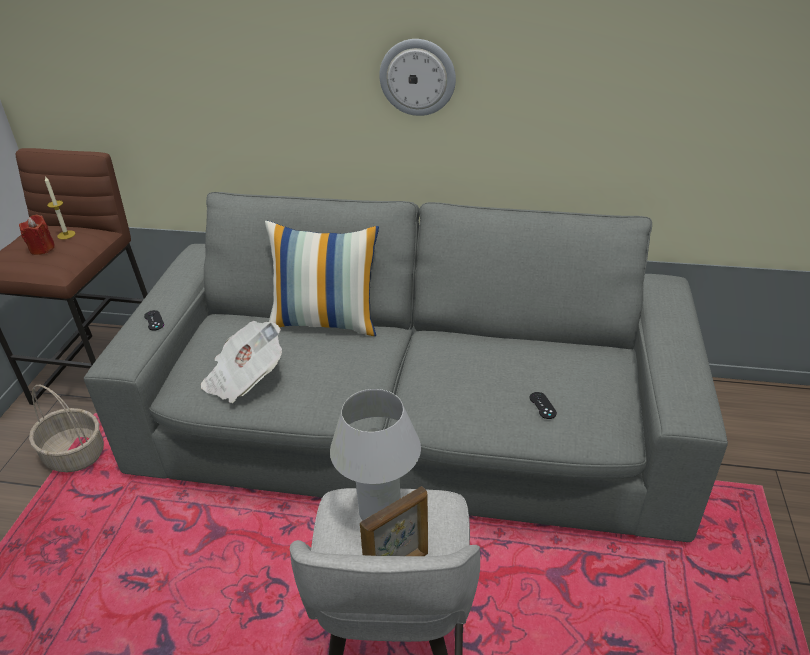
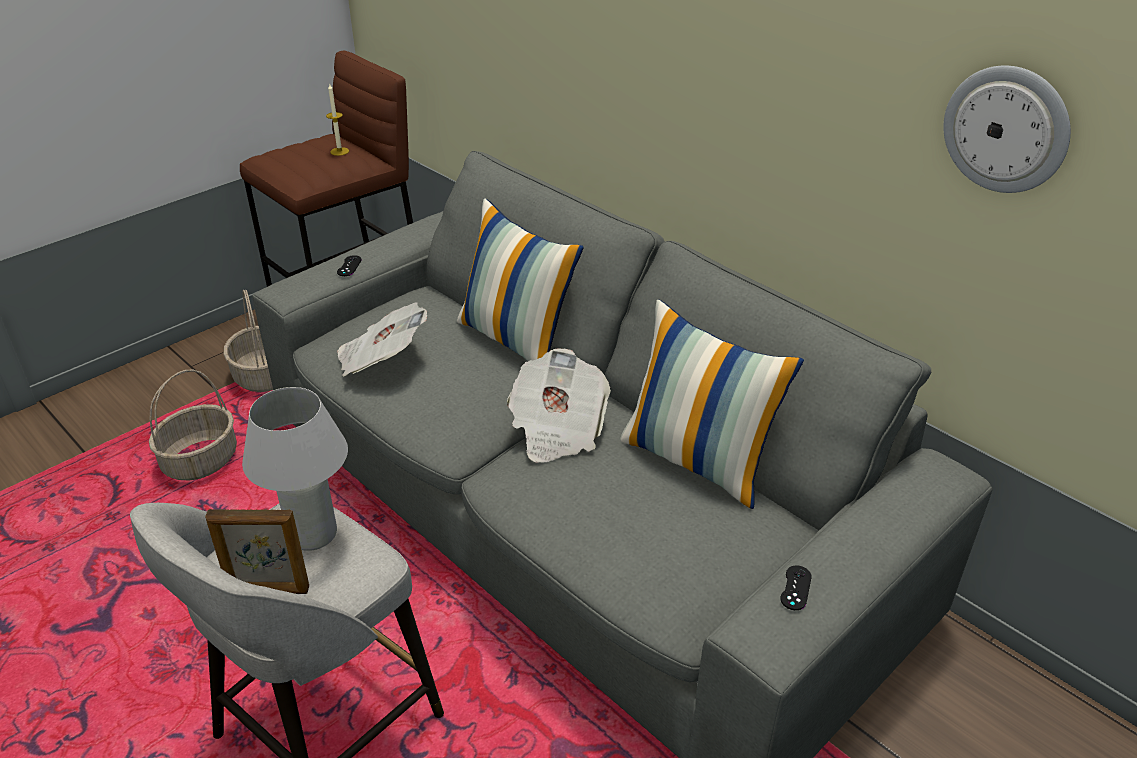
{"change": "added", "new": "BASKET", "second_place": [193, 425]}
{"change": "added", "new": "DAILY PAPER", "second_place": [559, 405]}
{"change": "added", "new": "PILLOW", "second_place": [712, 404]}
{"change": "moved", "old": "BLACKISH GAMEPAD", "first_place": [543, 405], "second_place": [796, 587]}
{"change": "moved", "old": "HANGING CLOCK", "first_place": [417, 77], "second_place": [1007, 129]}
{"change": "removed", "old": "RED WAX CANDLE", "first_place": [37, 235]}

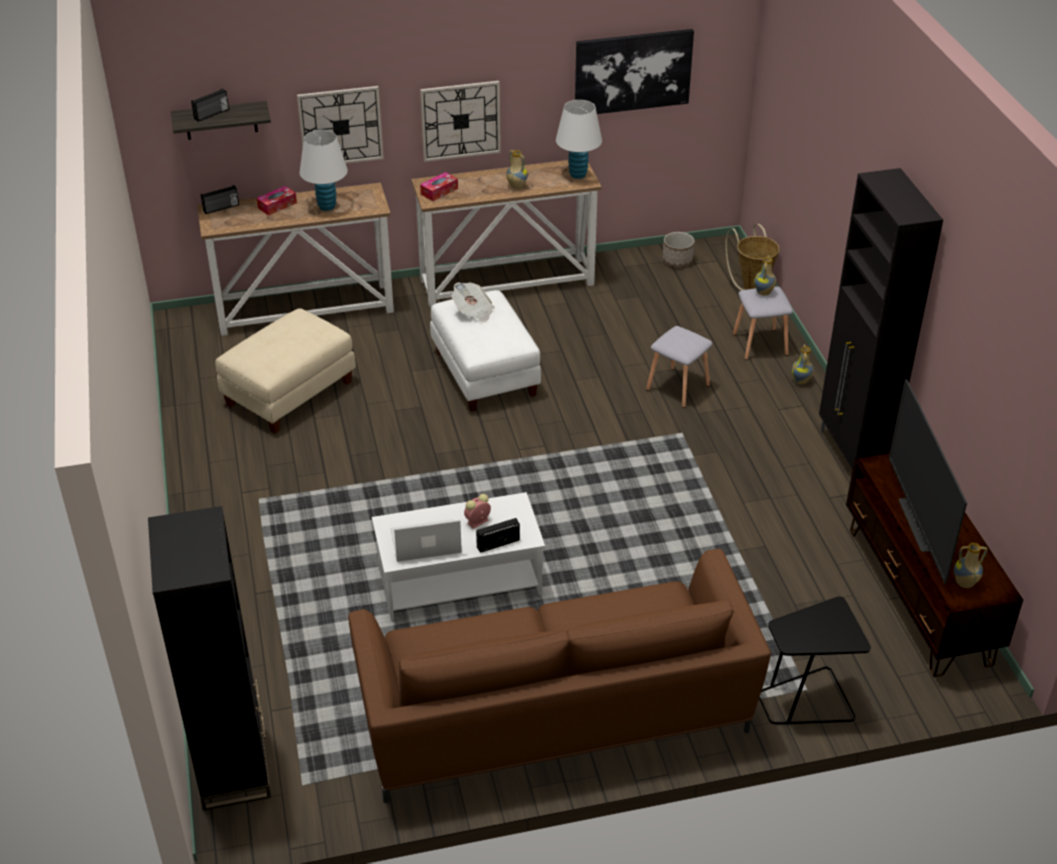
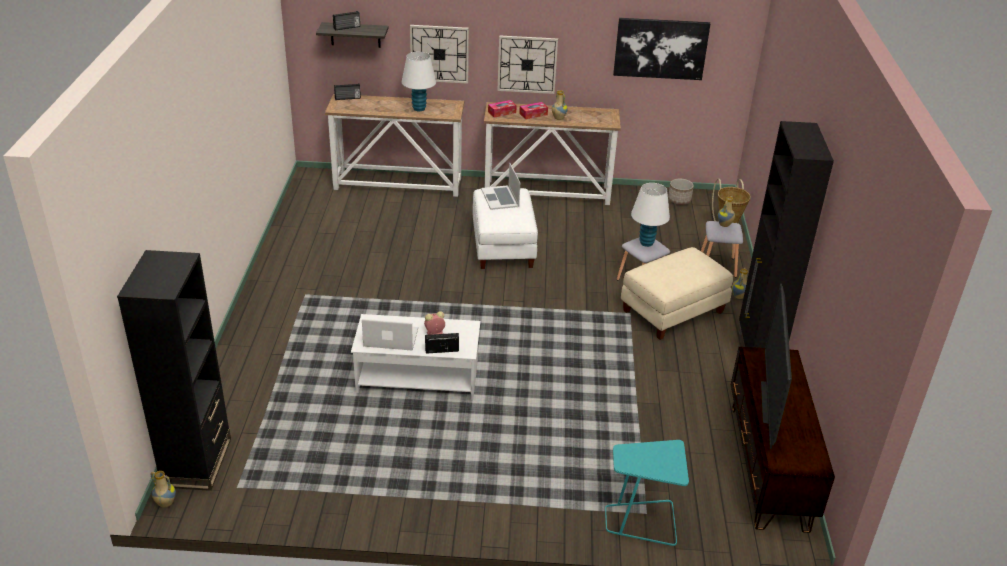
{"change": "moved", "old": "VASE", "first_place": [971, 565], "second_place": [163, 489]}
{"change": "replaced", "old": "DAILY PAPER", "new": "NOTEBOOK COMPUTER", "first_place": [473, 302], "second_place": [500, 186]}
{"change": "moved", "old": "TISSUE BOX", "first_place": [277, 201], "second_place": [533, 110]}
{"change": "recoloured", "old": "BLACKISH ACCENT TABLE", "new": "BLUE-GREEN ACCENT TABLE", "first_place": [815, 660], "second_place": [647, 493]}
{"change": "moved", "old": "BEIGE POUFFE", "first_place": [285, 371], "second_place": [677, 293]}
{"change": "moved", "old": "WHITE TABLE LAMP", "first_place": [579, 139], "second_place": [650, 215]}
{"change": "removed", "old": "BROWN-COLOURED COUCH", "first_place": [559, 676]}

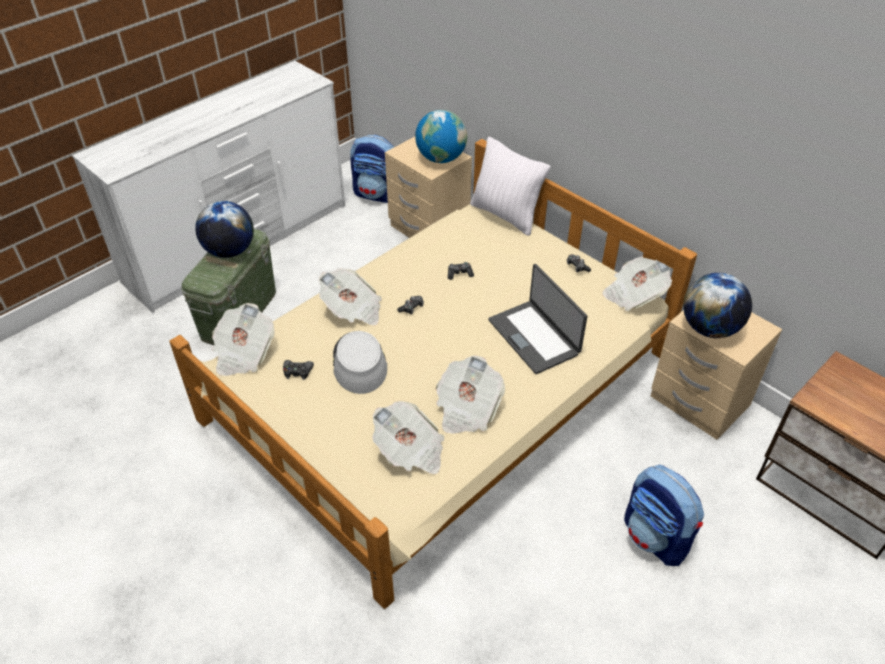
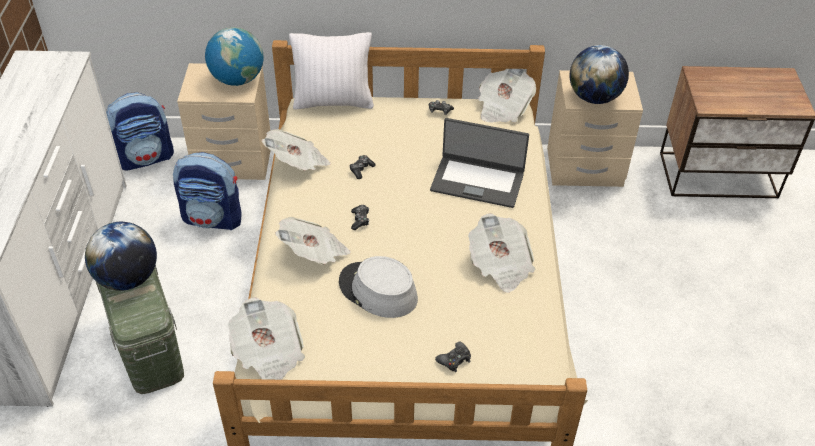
{"change": "moved", "old": "KNAPSACK", "first_place": [664, 515], "second_place": [207, 191]}
{"change": "moved", "old": "DAILY PAPER", "first_place": [408, 437], "second_place": [296, 150]}
{"change": "moved", "old": "BLACKISH GAMEPAD", "first_place": [298, 370], "second_place": [453, 356]}

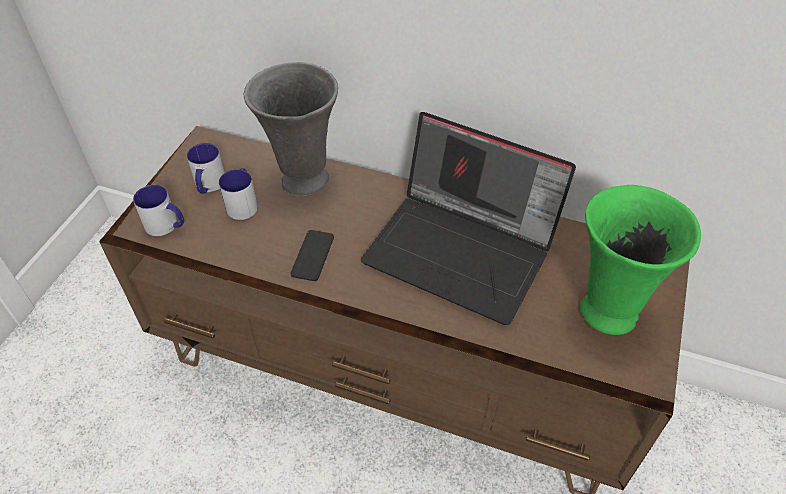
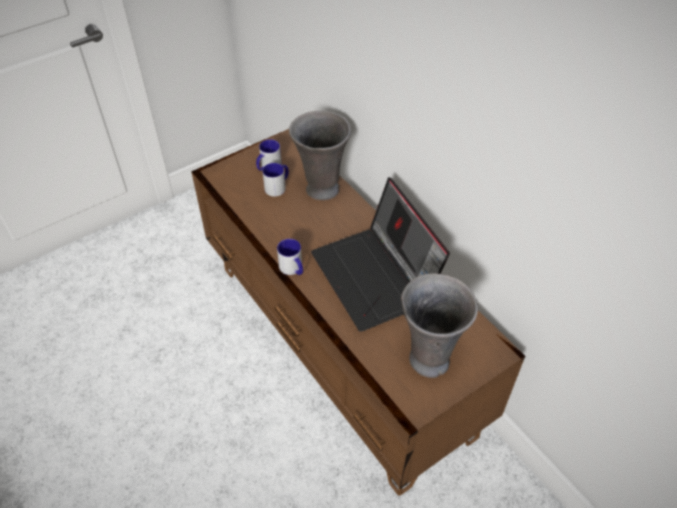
{"change": "moved", "old": "TEA MUG", "first_place": [158, 210], "second_place": [290, 257]}
{"change": "recoloured", "old": "GREEN VASE", "new": "GREYISH VASE", "first_place": [640, 260], "second_place": [439, 325]}
{"change": "removed", "old": "PHONE", "first_place": [312, 255]}

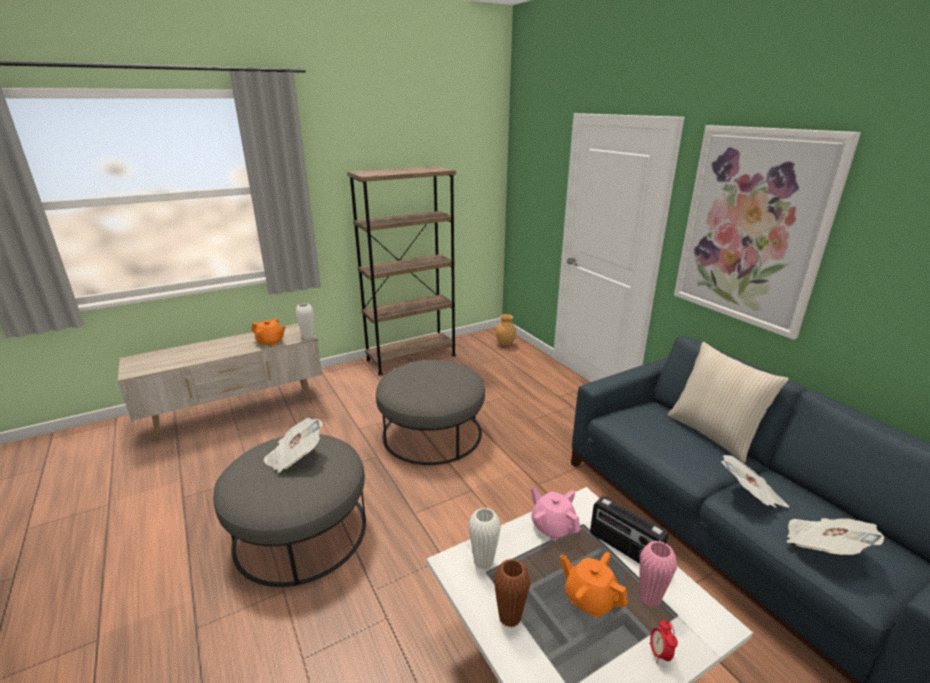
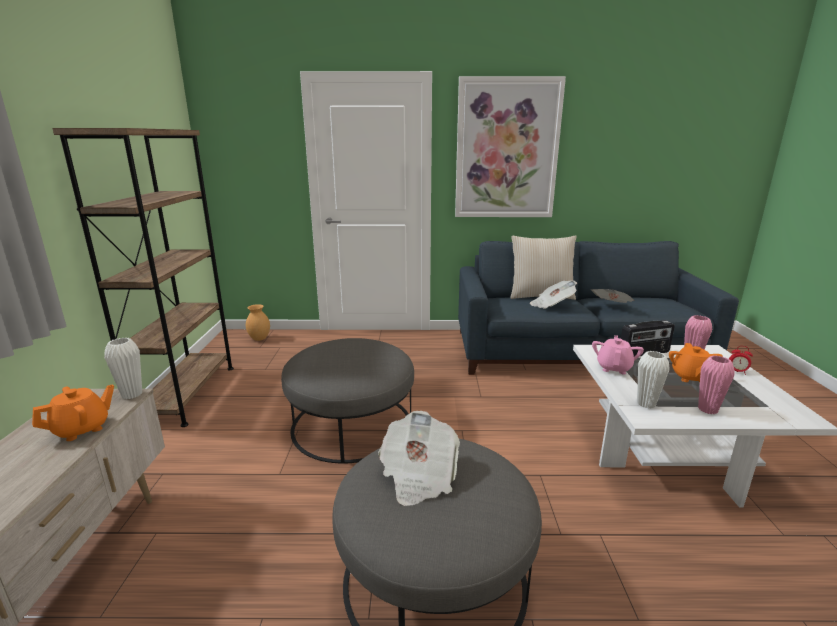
{"change": "moved", "old": "DAILY PAPER", "first_place": [835, 536], "second_place": [553, 294]}
{"change": "turned", "old": "PINKISH TEA POT", "first_place": [555, 514], "second_place": [618, 354], "degrees": 120}
{"change": "turned", "old": "ORANGE-COLOURED TEA POT", "first_place": [594, 585], "second_place": [696, 362], "degrees": -60}
{"change": "recoloured", "old": "BROWN-COLOURED VASE", "new": "PINKISH VASE", "first_place": [512, 593], "second_place": [716, 385]}

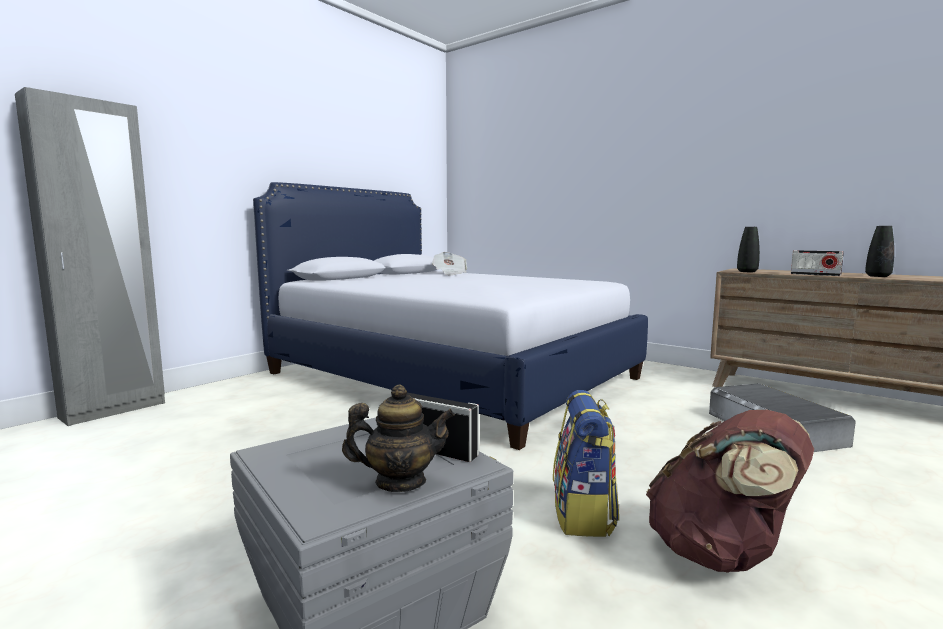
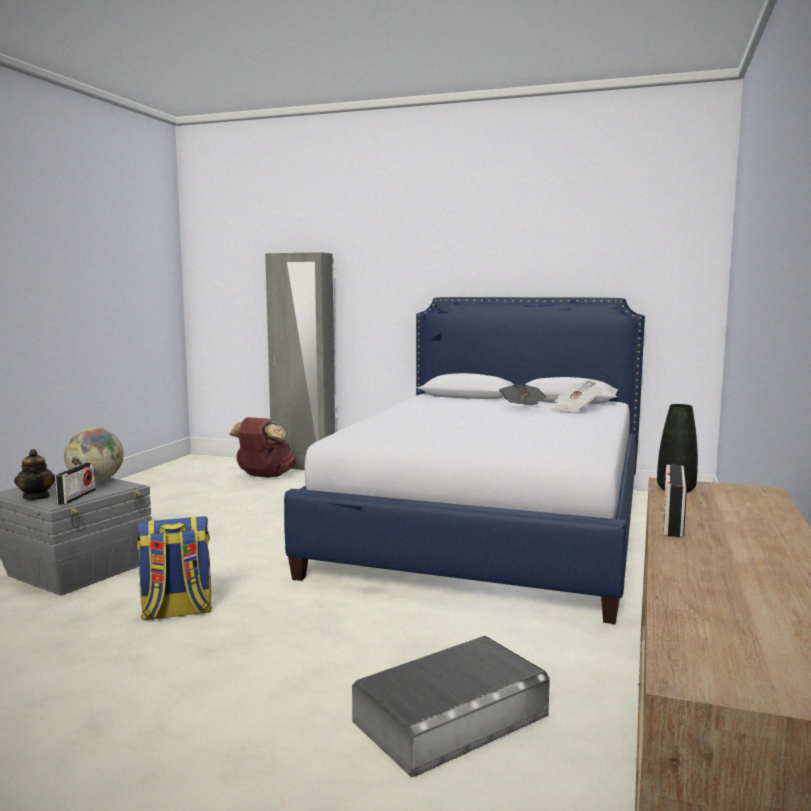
{"change": "added", "new": "GLOBE", "second_place": [94, 454]}
{"change": "moved", "old": "BROWN-COLOURED KNAPSACK", "first_place": [730, 491], "second_place": [262, 447]}
{"change": "added", "new": "DAILY PAPER", "second_place": [522, 394]}
{"change": "removed", "old": "BLACKISH VASE", "first_place": [879, 251]}

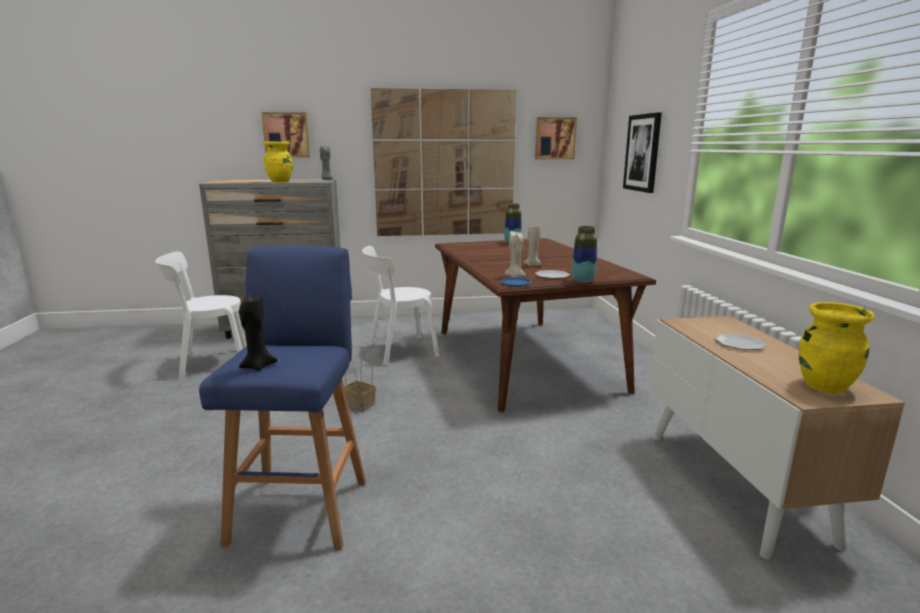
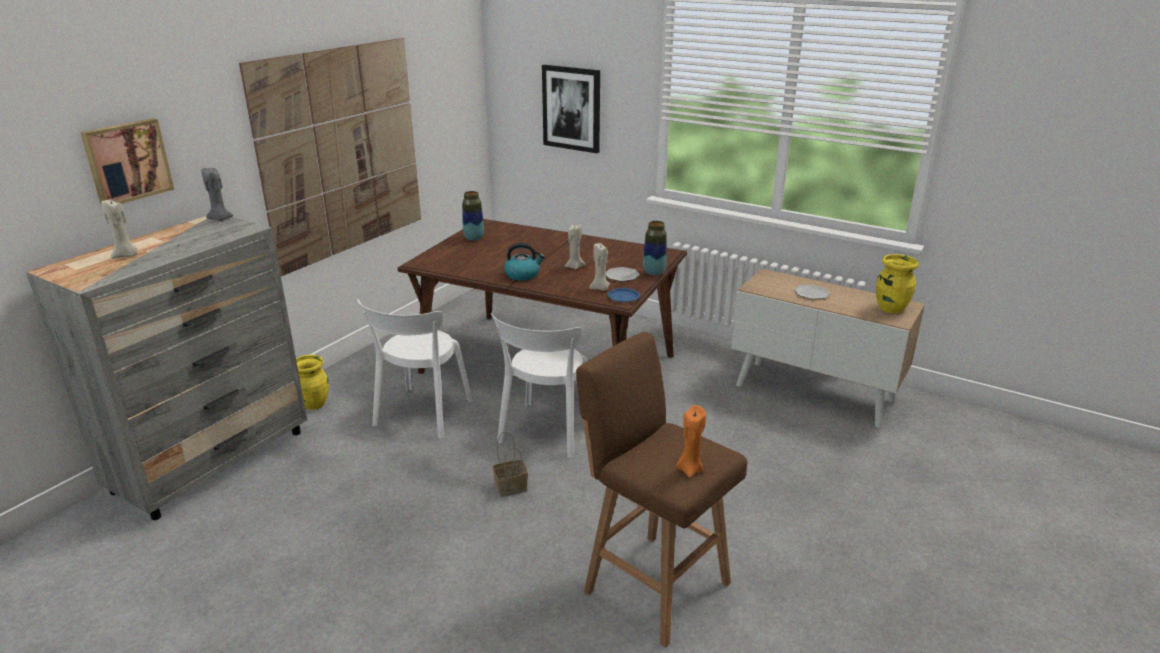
{"change": "added", "new": "BEIGE WAX CANDLE", "second_place": [119, 228]}
{"change": "moved", "old": "YELLOW-COLOURED VASE", "first_place": [278, 161], "second_place": [312, 382]}
{"change": "moved", "old": "WHITE CHAIR", "first_place": [201, 315], "second_place": [539, 386]}
{"change": "added", "new": "KETTLE", "second_place": [524, 262]}
{"change": "recoloured", "old": "BLUE STOOL SEAT", "new": "BROWN-COLOURED STOOL SEAT", "first_place": [282, 398], "second_place": [661, 490]}
{"change": "recoloured", "old": "BLACKISH WAX CANDLE", "new": "ORANGE-COLOURED WAX CANDLE", "first_place": [258, 332], "second_place": [691, 441]}
{"change": "removed", "old": "PICTURE", "first_place": [556, 138]}

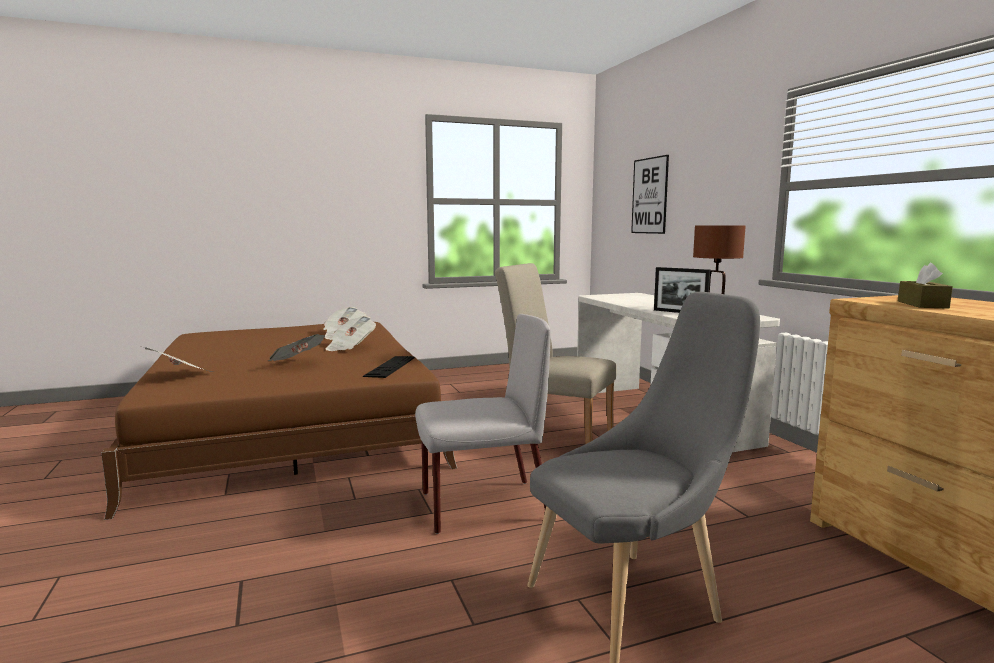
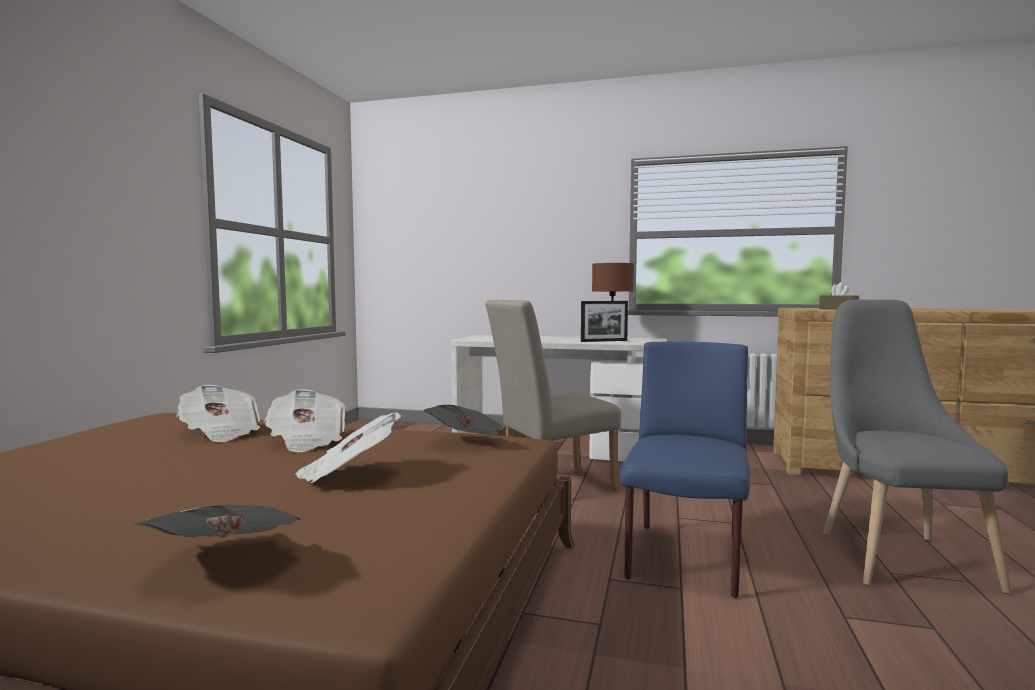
{"change": "replaced", "old": "KEYBOARD", "new": "DAILY PAPER", "first_place": [389, 367], "second_place": [463, 420]}
{"change": "recoloured", "old": "GREYISH CHAIR", "new": "BLUE CHAIR", "first_place": [483, 424], "second_place": [685, 470]}
{"change": "removed", "old": "PICTURE", "first_place": [650, 194]}

